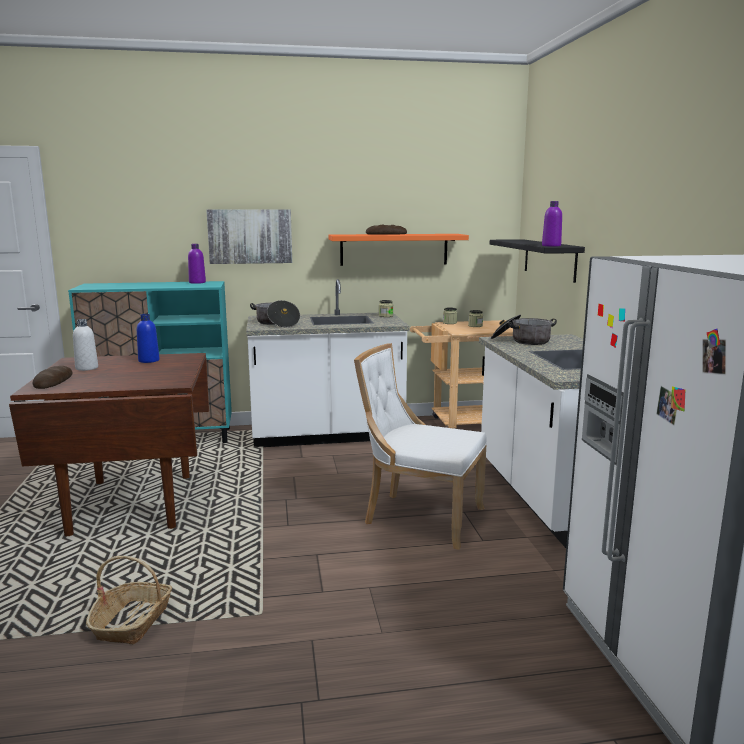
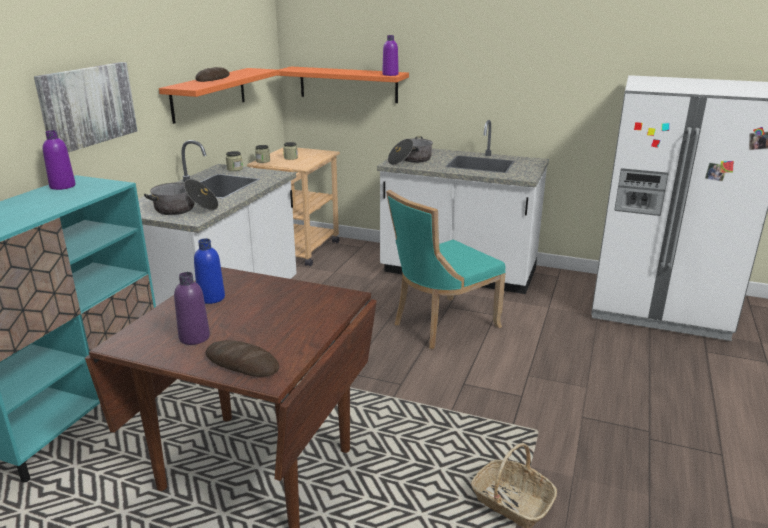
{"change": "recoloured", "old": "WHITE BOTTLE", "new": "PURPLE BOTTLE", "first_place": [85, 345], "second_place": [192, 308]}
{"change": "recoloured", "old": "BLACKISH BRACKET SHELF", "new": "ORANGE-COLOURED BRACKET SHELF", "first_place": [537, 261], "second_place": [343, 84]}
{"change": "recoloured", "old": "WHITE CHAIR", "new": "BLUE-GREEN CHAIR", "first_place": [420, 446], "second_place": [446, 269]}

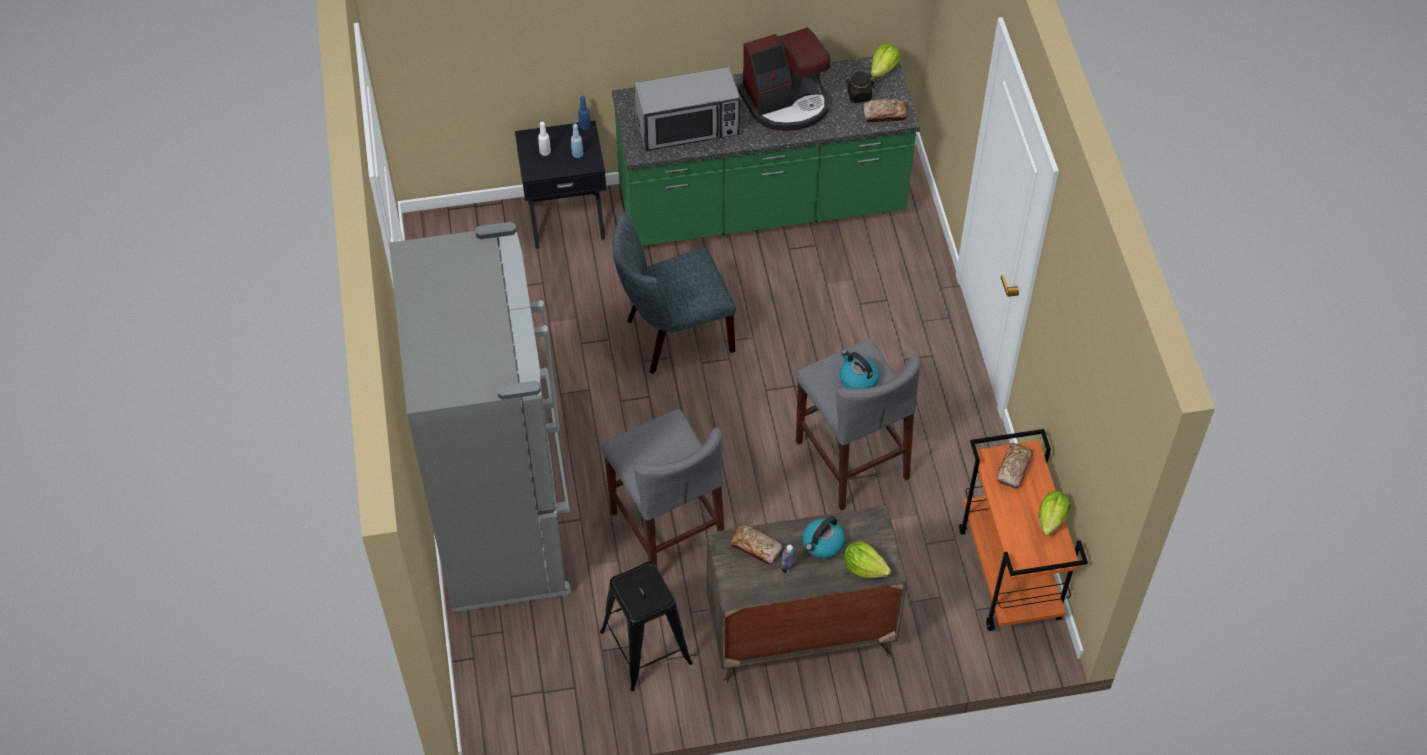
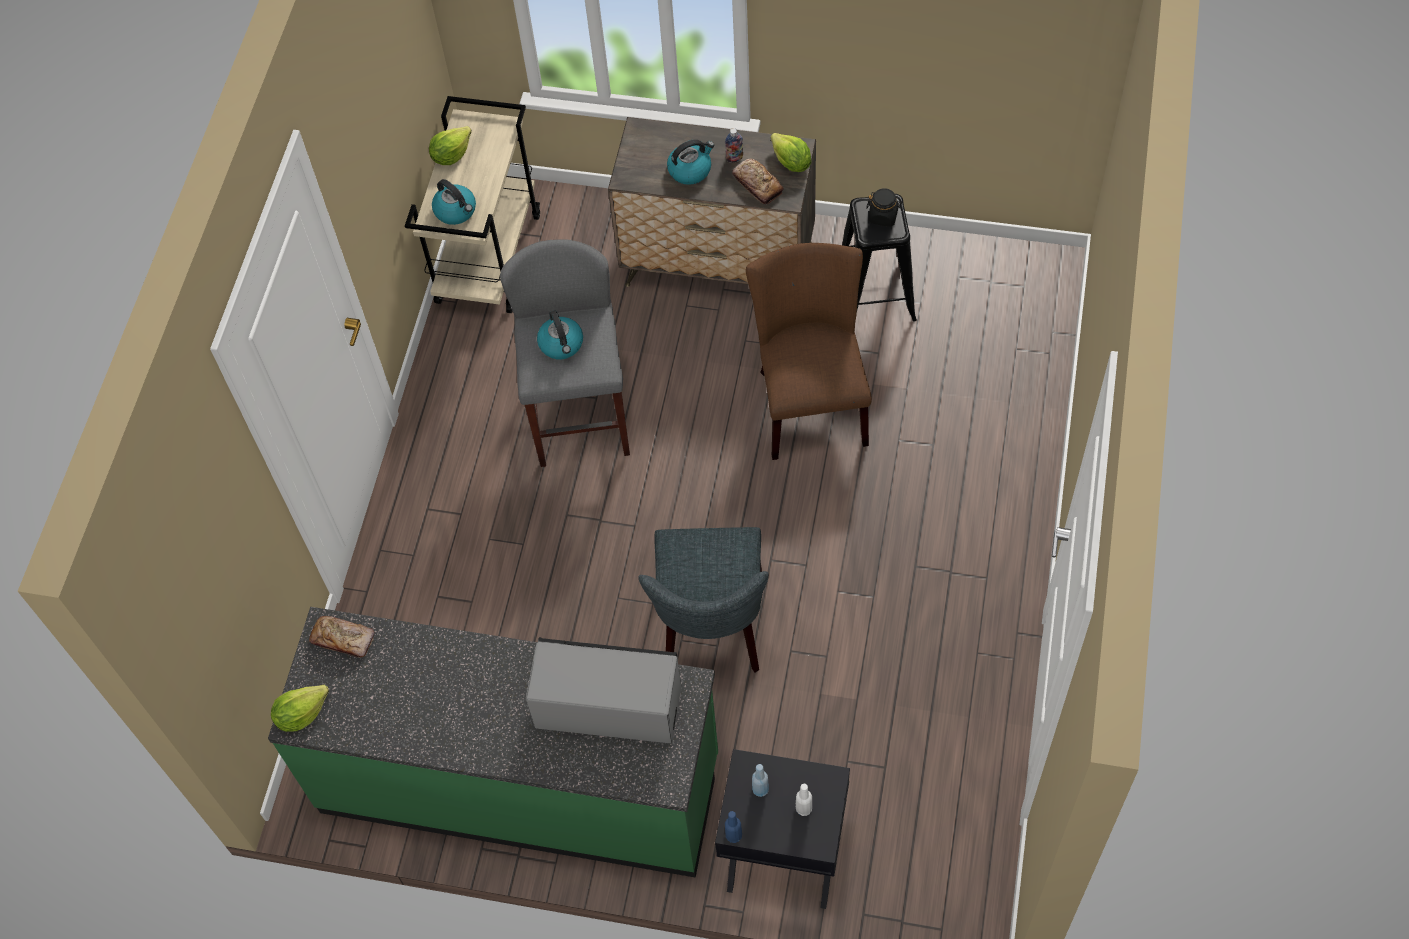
{"change": "recoloured", "old": "ORANGE-COLOURED WHEELED CART", "new": "BEIGE WHEELED CART", "first_place": [1023, 530], "second_place": [472, 204]}
{"change": "replaced", "old": "BAKERY BREAD", "new": "KETTLE", "first_place": [1015, 466], "second_place": [454, 202]}
{"change": "turned", "old": "GREYISH CHAIR", "first_place": [674, 292], "second_place": [703, 599], "degrees": 90}
{"change": "replaced", "old": "GREYISH STOOL SEAT", "new": "BROWN-COLOURED CHAIR", "first_place": [663, 487], "second_place": [809, 351]}
{"change": "moved", "old": "LETTUCE", "first_place": [867, 559], "second_place": [791, 152]}
{"change": "moved", "old": "BLACKISH PRESERVE JAR", "first_place": [860, 87], "second_place": [884, 207]}
{"change": "removed", "old": "GREYISH KITCHEN FRIDGE", "first_place": [480, 417]}
{"change": "removed", "old": "COFFEE BREWER", "first_place": [785, 79]}

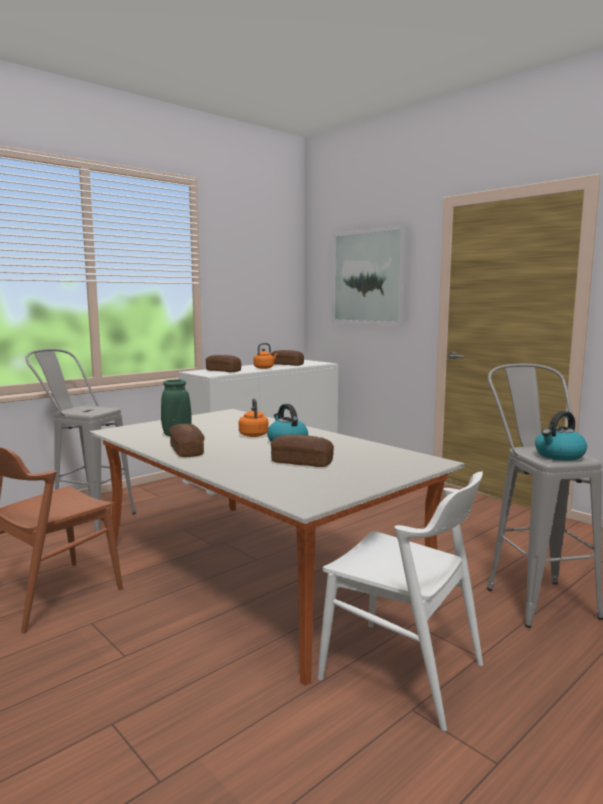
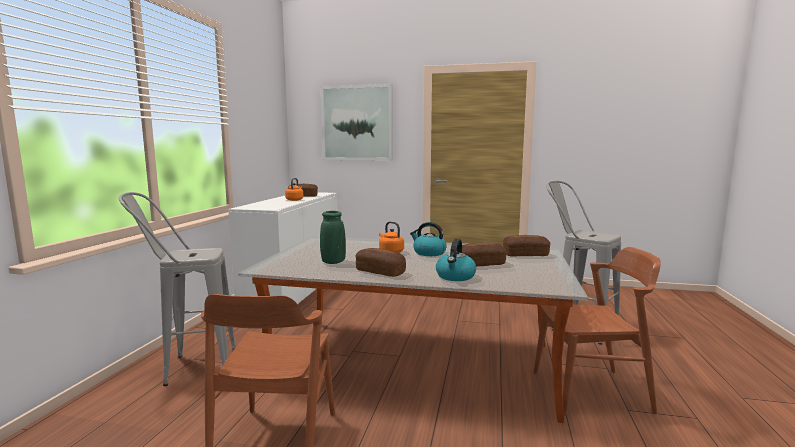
{"change": "moved", "old": "KETTLE", "first_place": [561, 436], "second_place": [456, 260]}
{"change": "moved", "old": "BAKERY BREAD", "first_place": [223, 363], "second_place": [526, 246]}
{"change": "recoloured", "old": "WHITE CHAIR", "new": "BROWN-COLOURED CHAIR", "first_place": [400, 601], "second_place": [597, 331]}

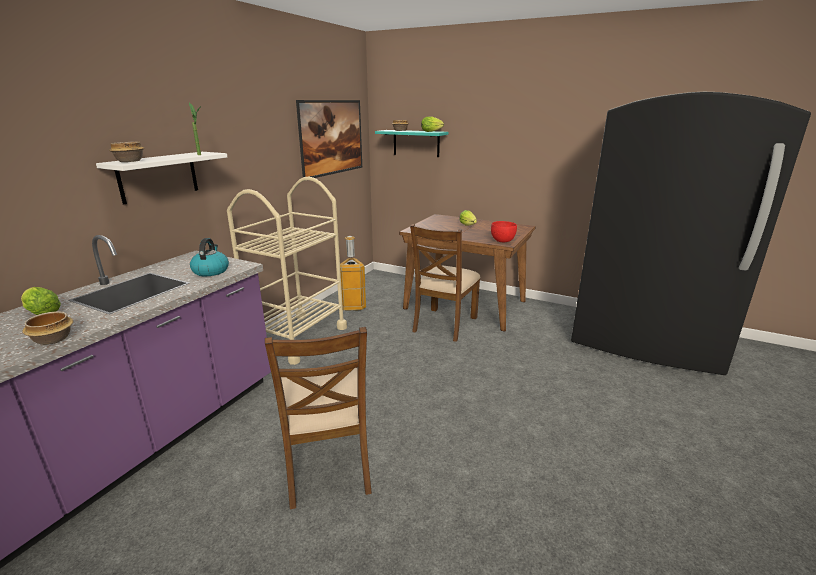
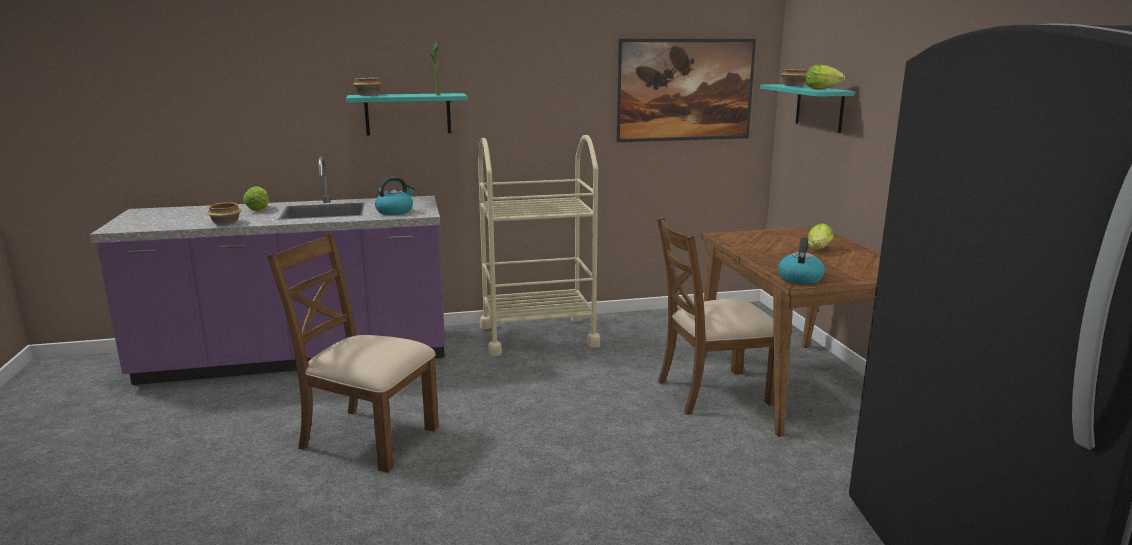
{"change": "turned", "old": "BROWN-COLOURED CHAIR", "first_place": [318, 418], "second_place": [353, 353], "degrees": 75}
{"change": "recoloured", "old": "WHITE BRACKET SHELF", "new": "BLUE-GREEN BRACKET SHELF", "first_place": [161, 178], "second_place": [407, 114]}
{"change": "replaced", "old": "RED BOWL", "new": "KETTLE", "first_place": [504, 231], "second_place": [801, 261]}
{"change": "removed", "old": "TRASH CAN", "first_place": [353, 273]}

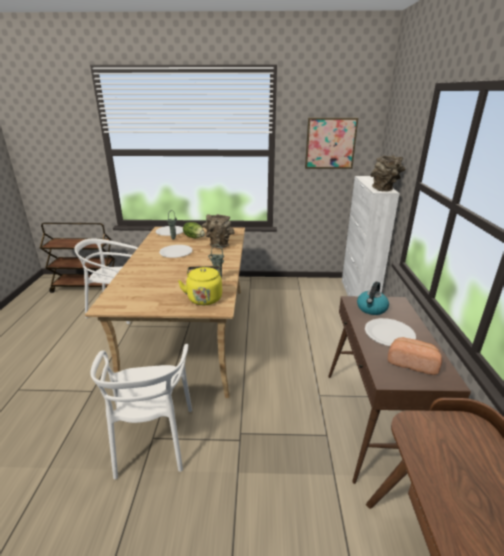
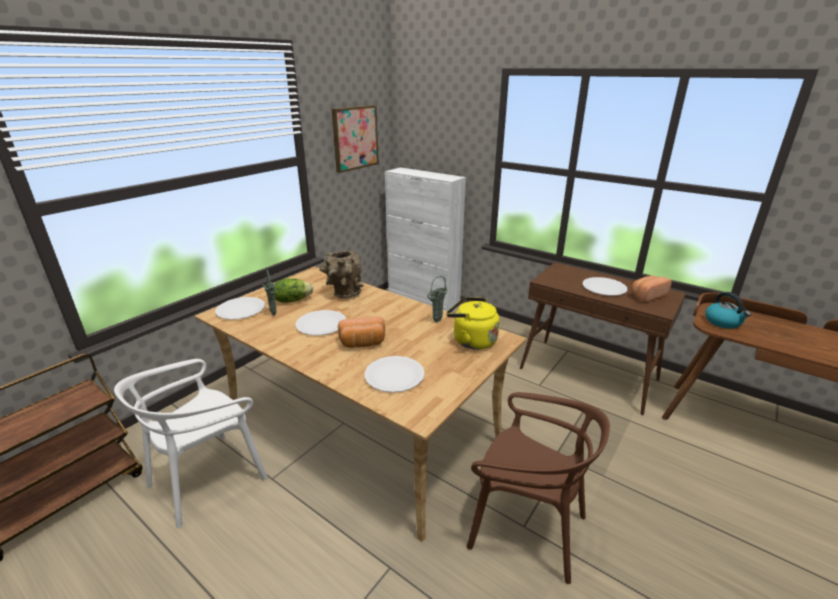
{"change": "added", "new": "BAKERY BREAD", "second_place": [361, 332]}
{"change": "added", "new": "WHITE DINNER PLATE", "second_place": [394, 374]}
{"change": "recoloured", "old": "WHITE CHAIR", "new": "BROWN-COLOURED CHAIR", "first_place": [141, 411], "second_place": [538, 488]}
{"change": "moved", "old": "KETTLE", "first_place": [373, 298], "second_place": [728, 310]}
{"change": "removed", "old": "BROWN-COLOURED VASE", "first_place": [387, 173]}

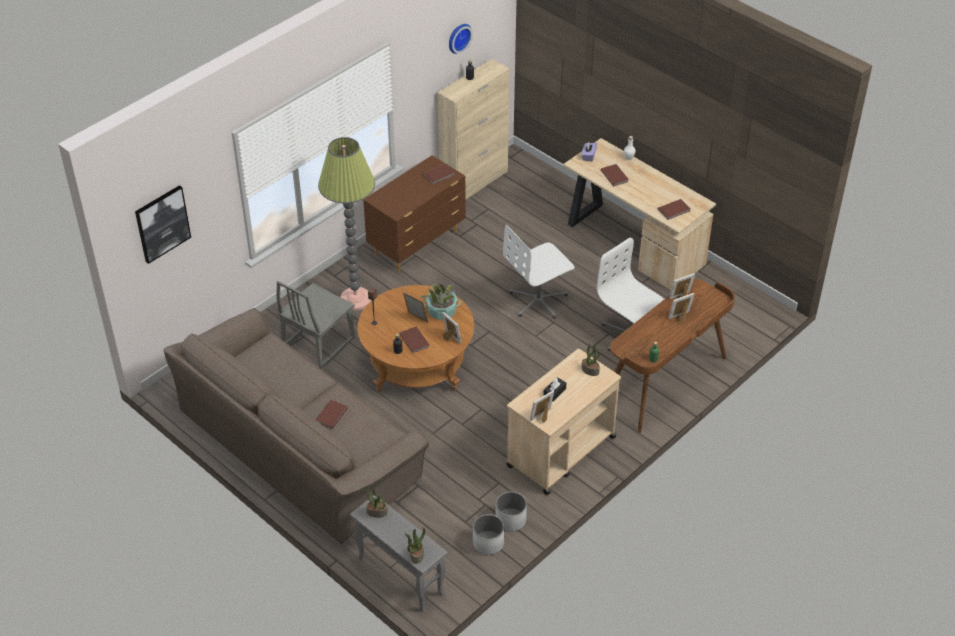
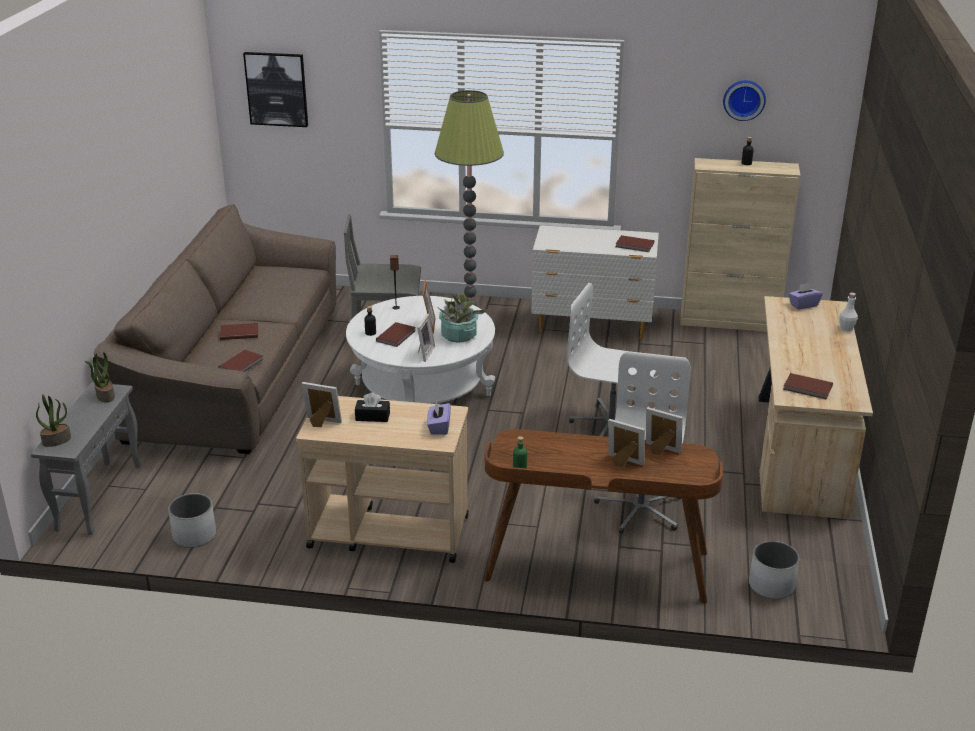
{"change": "moved", "old": "BROWN-COLOURED VOLUME", "first_place": [615, 175], "second_place": [241, 361]}
{"change": "recoloured", "old": "BROWN-COLOURED LOUNGE TABLE", "new": "WHITE LOUNGE TABLE", "first_place": [415, 338], "second_place": [420, 350]}
{"change": "replaced", "old": "PLANT IN A POT", "new": "PURPLE TISSUE BOX", "first_place": [591, 359], "second_place": [439, 418]}
{"change": "recoloured", "old": "BROWN-COLOURED DRESSER", "new": "WHITE DRESSER", "first_place": [414, 213], "second_place": [595, 282]}
{"change": "moved", "old": "WHITE FLOWER POT", "first_place": [511, 512], "second_place": [774, 570]}

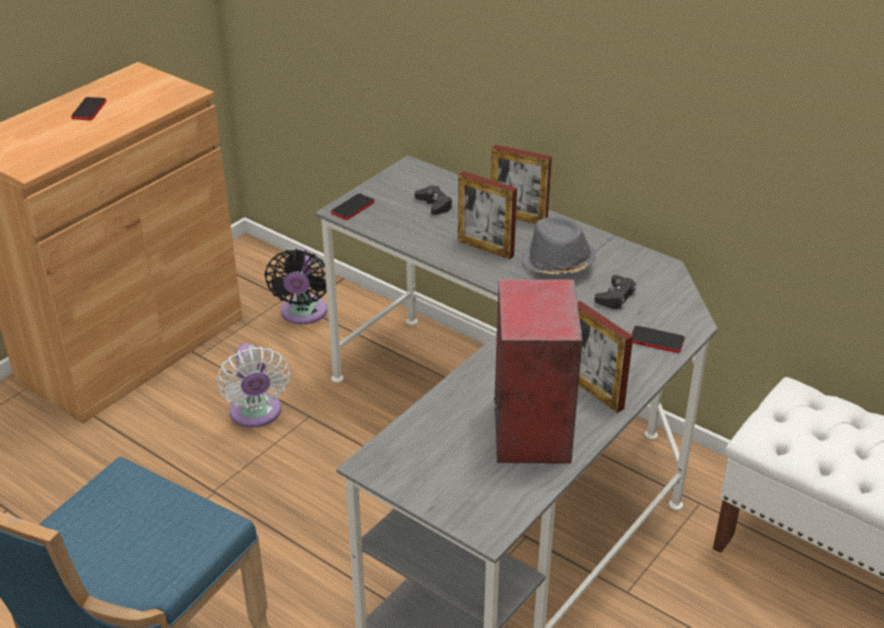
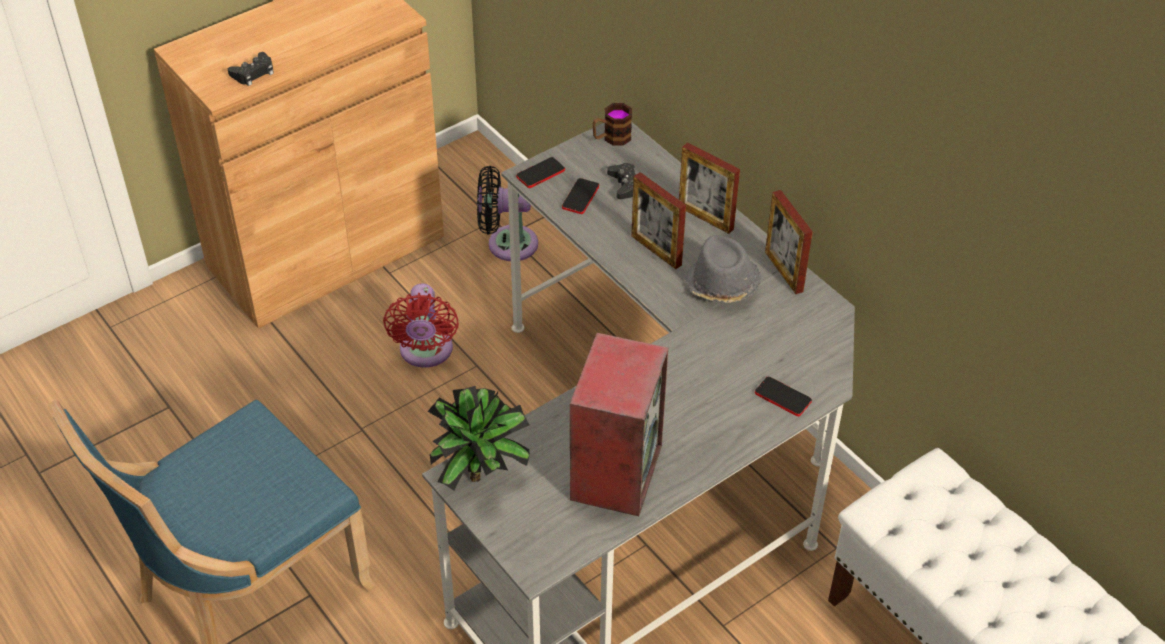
{"change": "moved", "old": "BLACKISH GAMEPAD", "first_place": [615, 292], "second_place": [251, 69]}
{"change": "recoloured", "old": "WHITE COOLING FAN", "new": "RED COOLING FAN", "first_place": [253, 386], "second_place": [421, 325]}
{"change": "added", "new": "PLANT IN A POT", "second_place": [479, 438]}
{"change": "turned", "old": "BLACKISH COOLING FAN", "first_place": [295, 286], "second_place": [507, 213], "degrees": 75}
{"change": "moved", "old": "PHONE", "first_place": [88, 108], "second_place": [580, 196]}
{"change": "added", "new": "TEA MUG", "second_place": [612, 124]}
{"change": "moved", "old": "STANDING FRAME", "first_place": [605, 357], "second_place": [789, 242]}

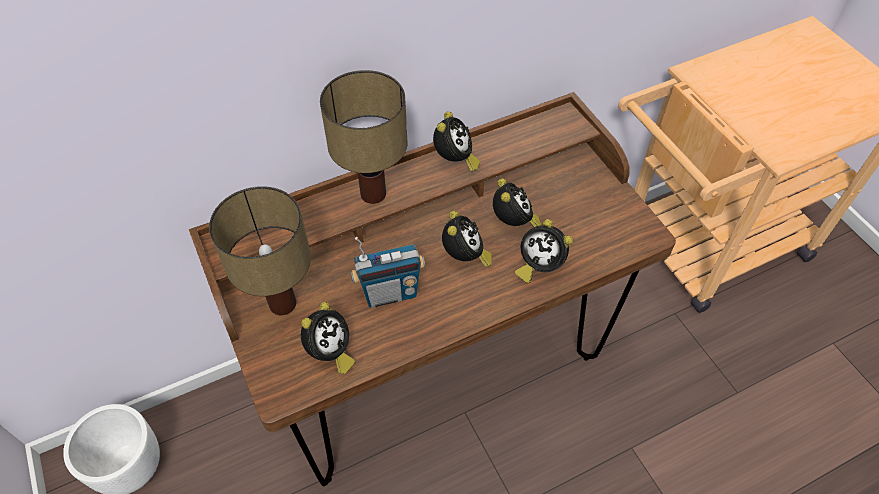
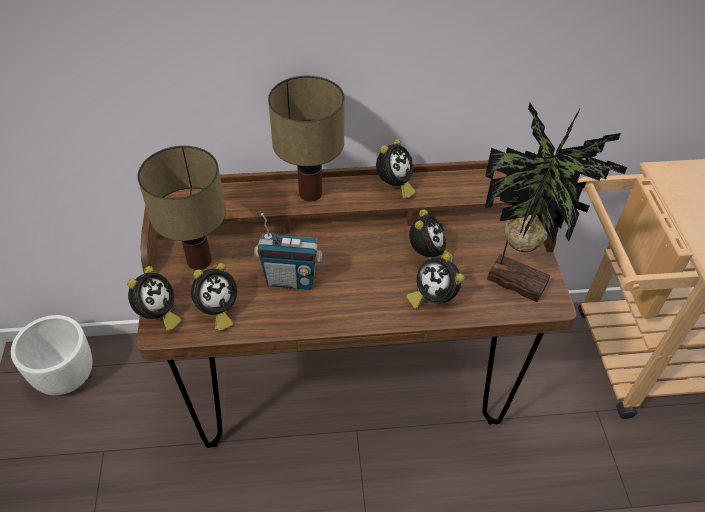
{"change": "moved", "old": "BEDSIDE CLOCK", "first_place": [467, 238], "second_place": [154, 298]}
{"change": "added", "new": "PLANT IN A POT", "second_place": [556, 202]}

